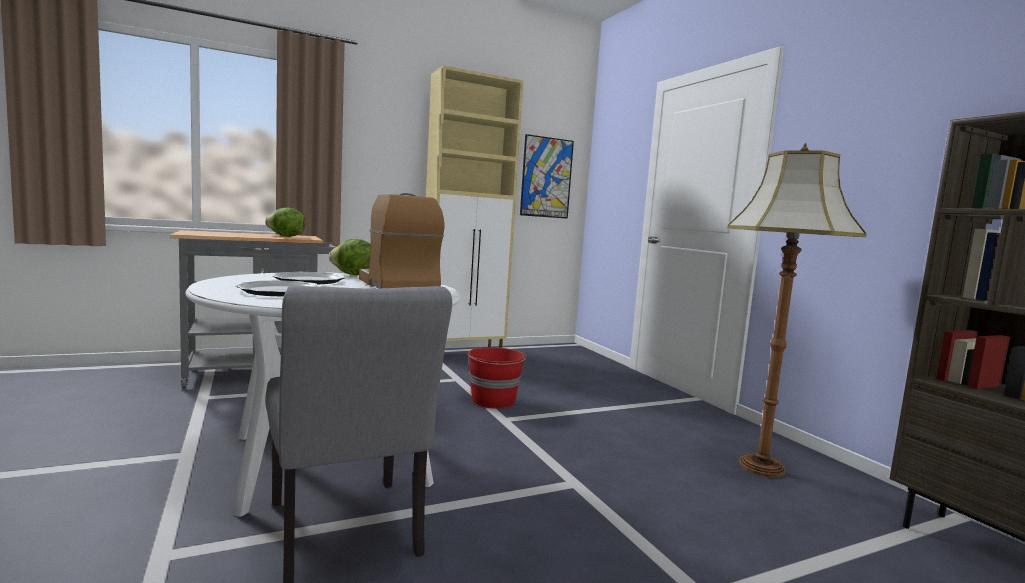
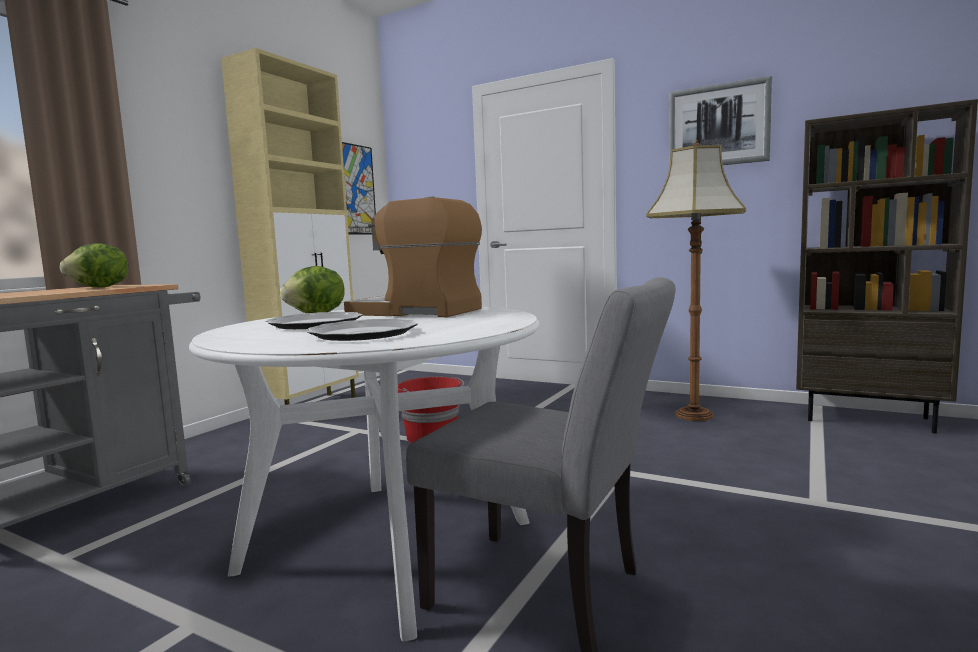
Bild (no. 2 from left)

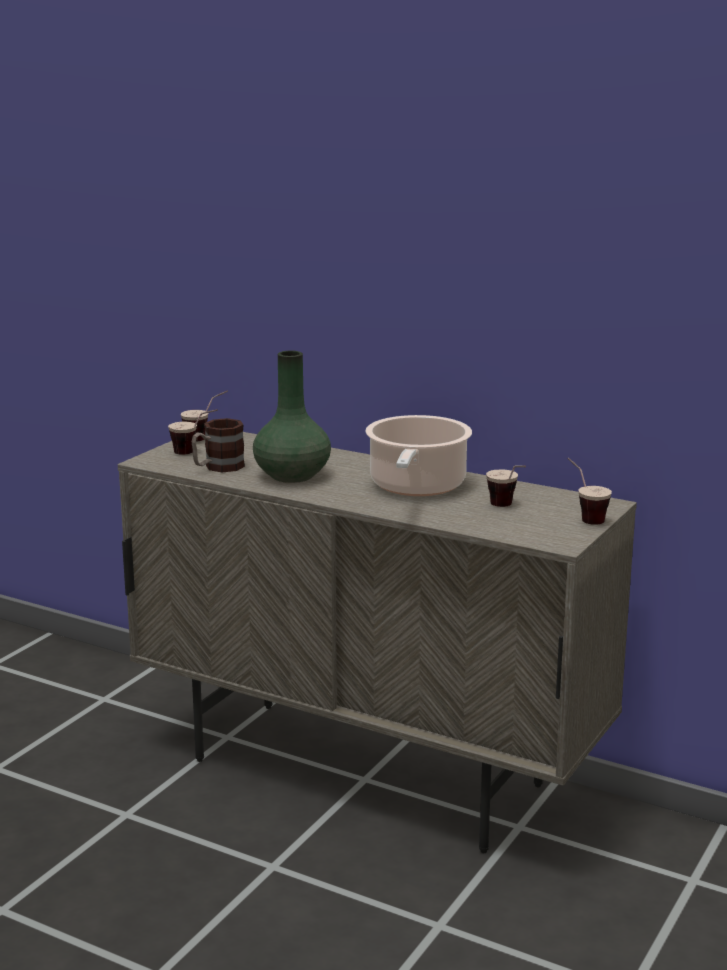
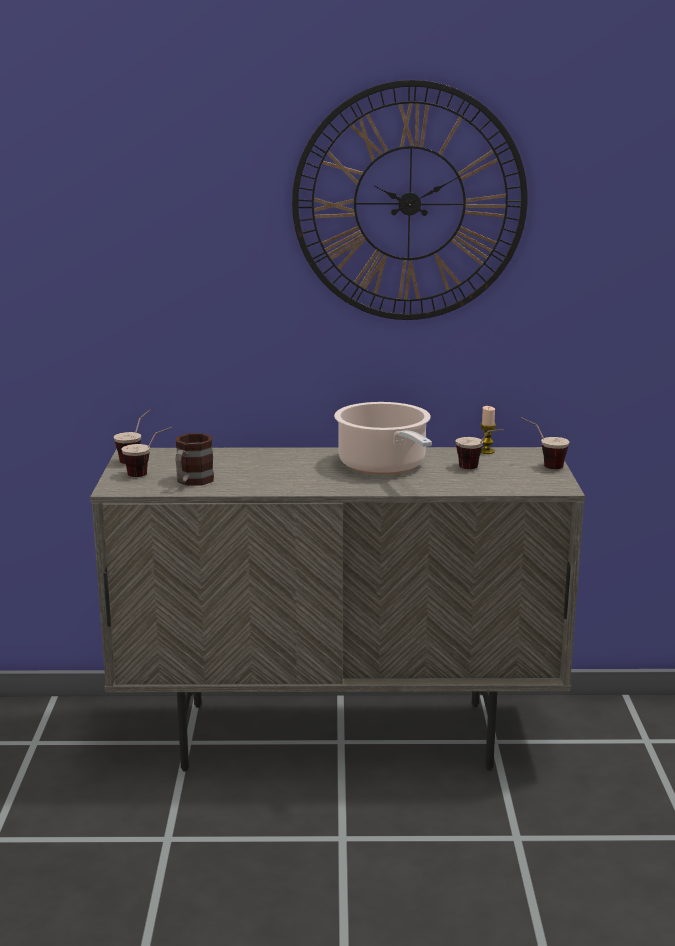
Vase (grün)
Wanduhr
Kerze

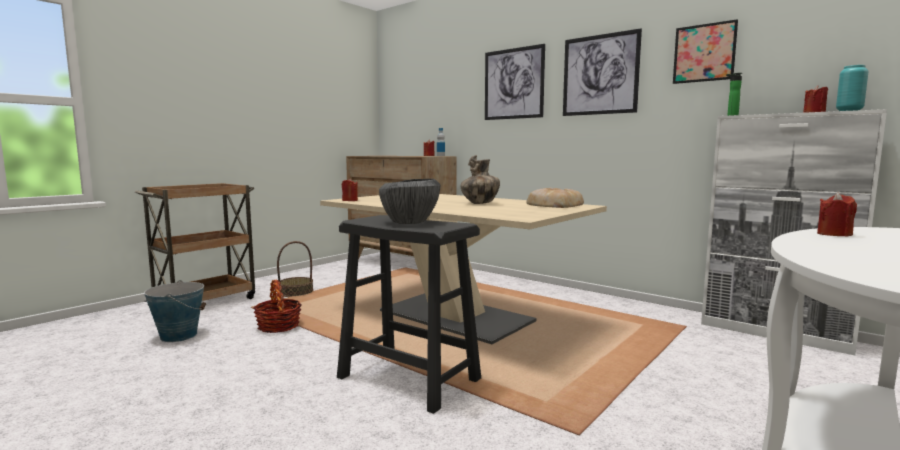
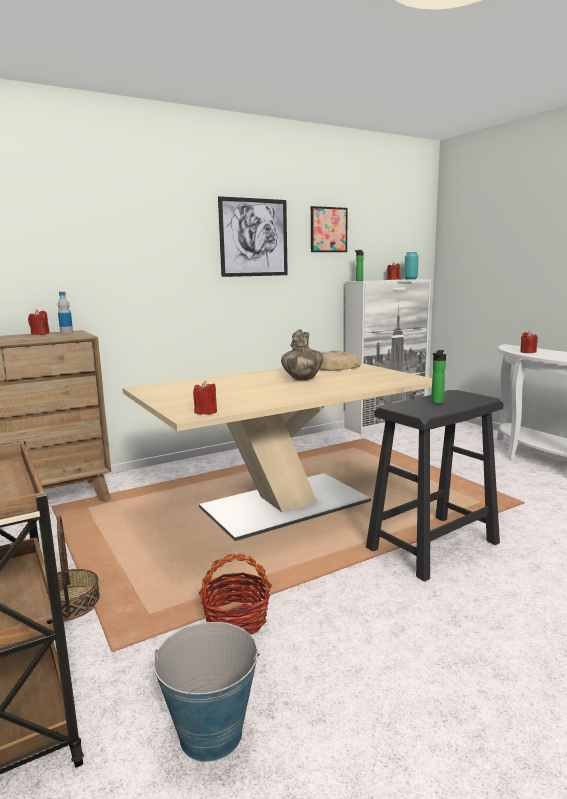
Bild (no. 1 from left in the first image)
Flasche (no. 3 from left)

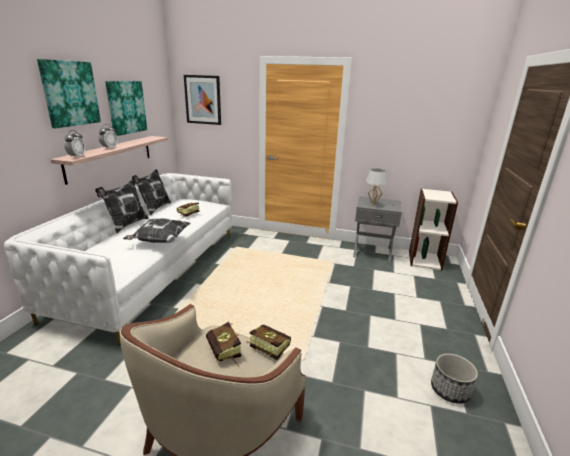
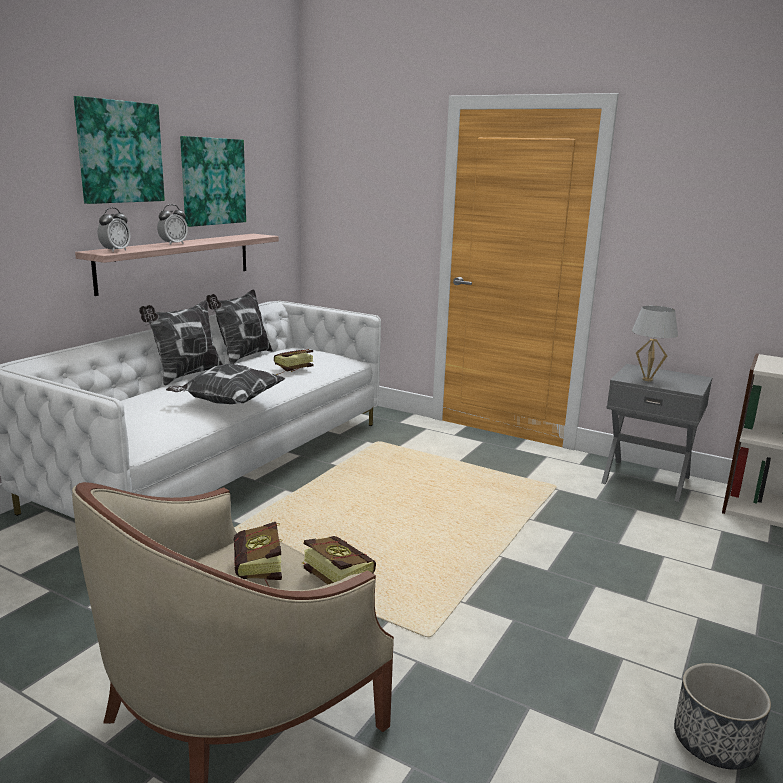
Bild (no. 3 from left in the first image)

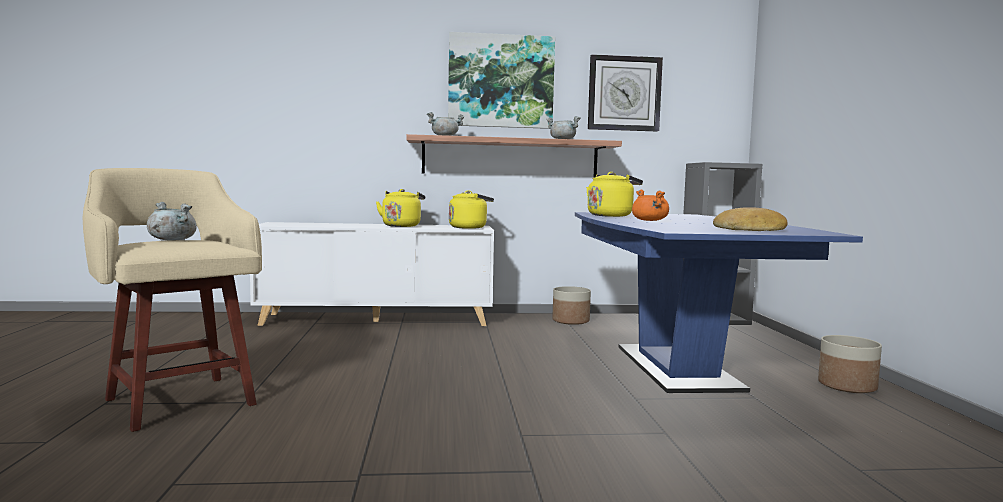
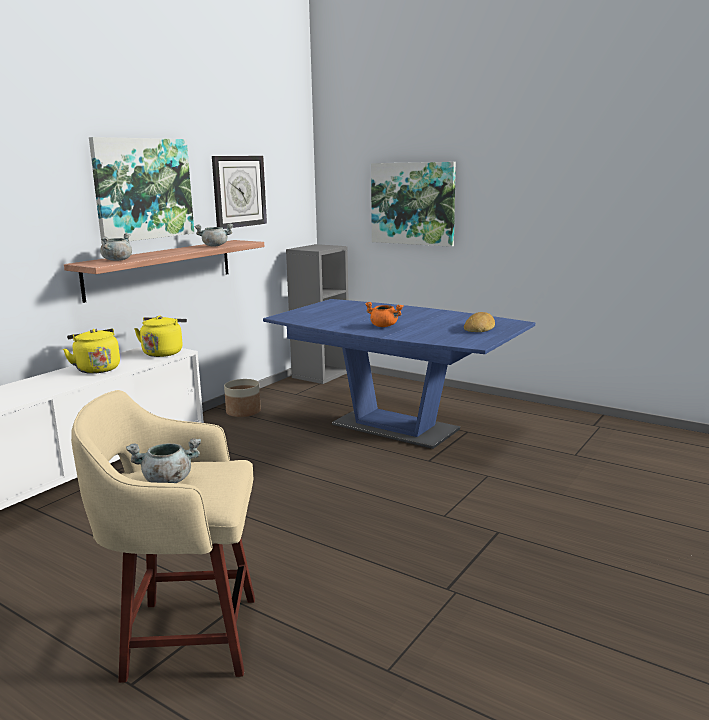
Wasserkessel (gelb) (no. 3 from left in the first image)
Pflanzkübel (no. 2 from left in the first image)
Bild (no. 2 from left)

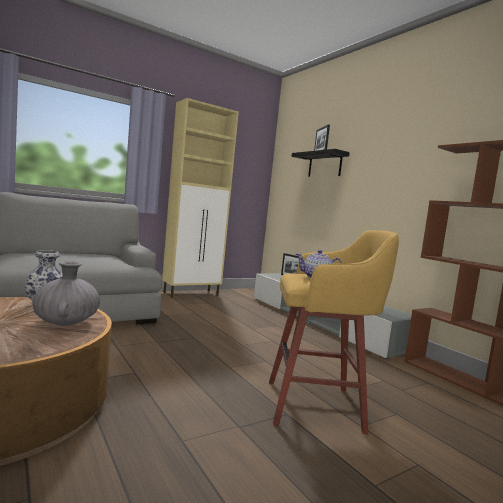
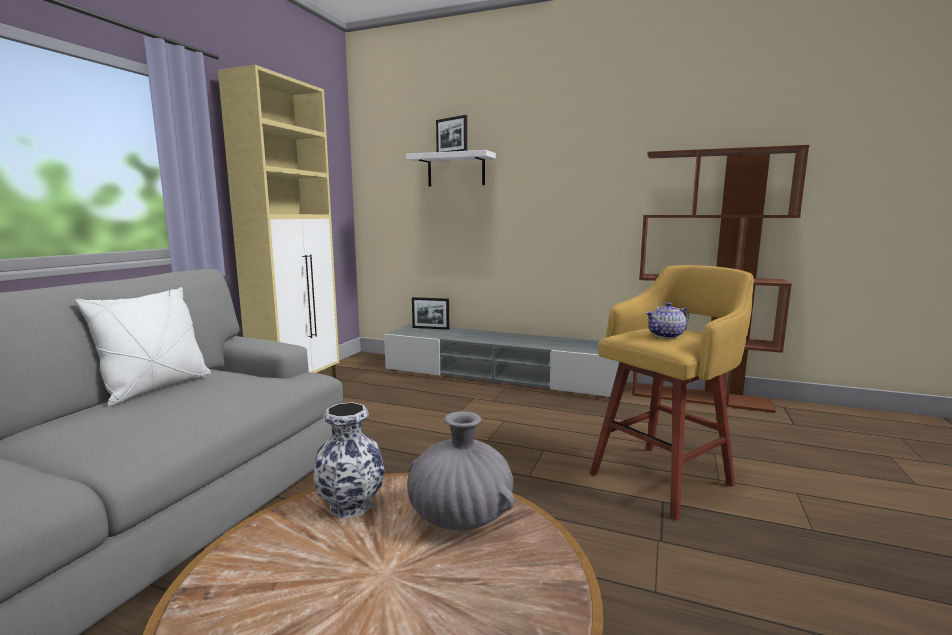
Wandregal (weiß)
Kissen (weiß)

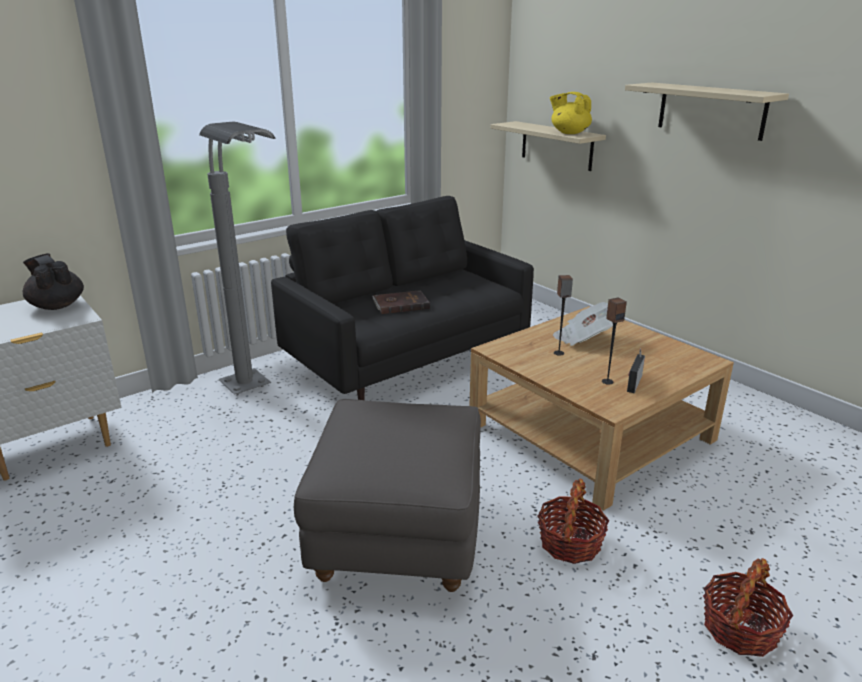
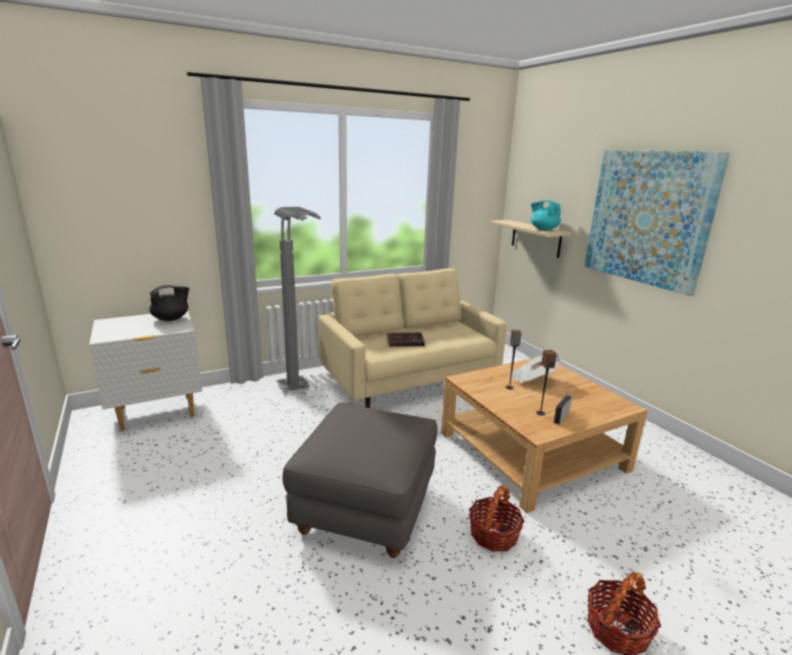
Bild
Teekanne (türkis)
Sofa (beige)
Teekanne (schwarz)

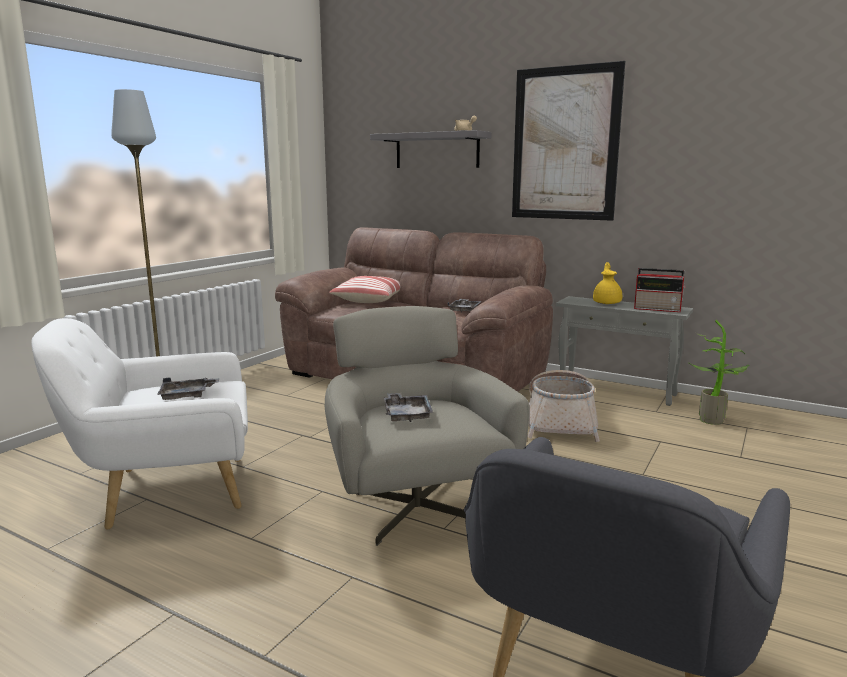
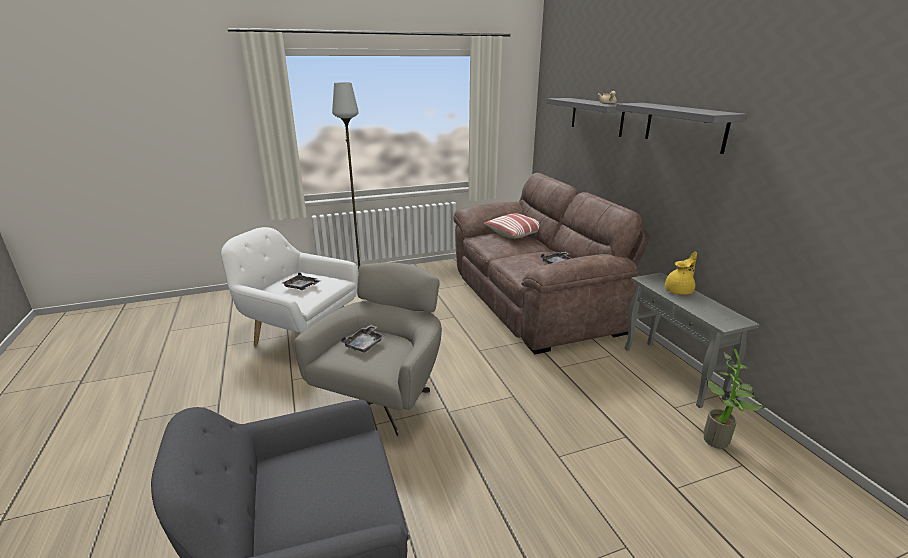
Wandregal (grau) (no. 2 from left)
Radio
Korb

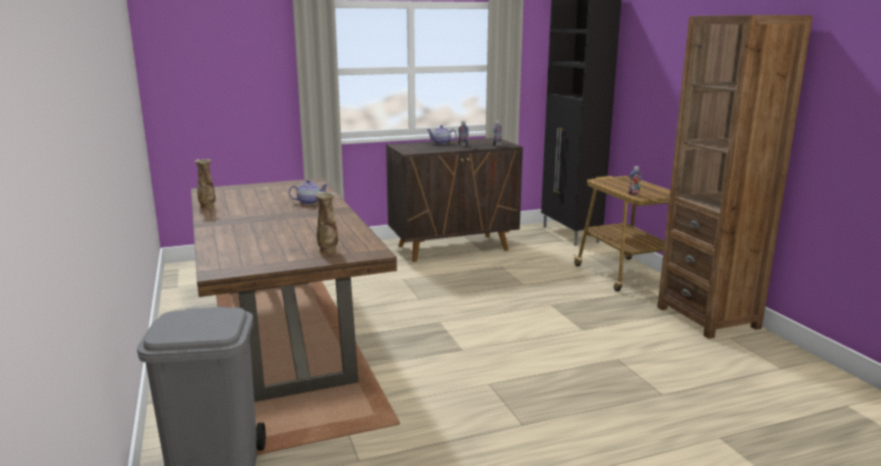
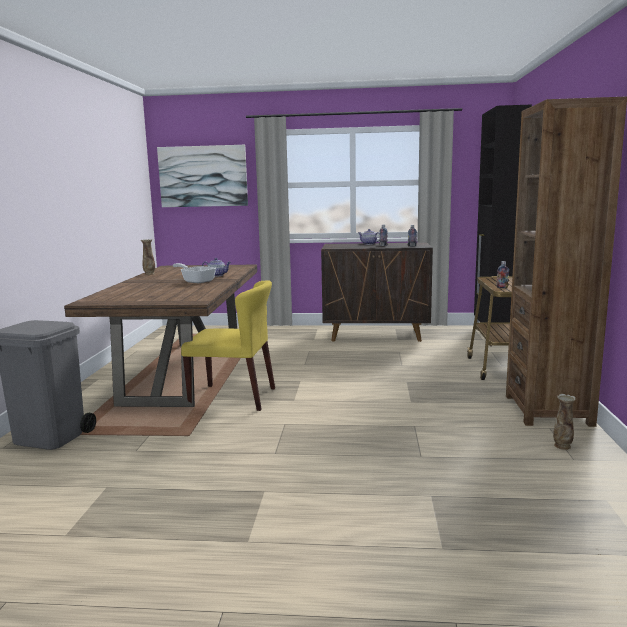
Vase (no. 2 from left)
Bild
Pfanne
Stuhl (gelb)

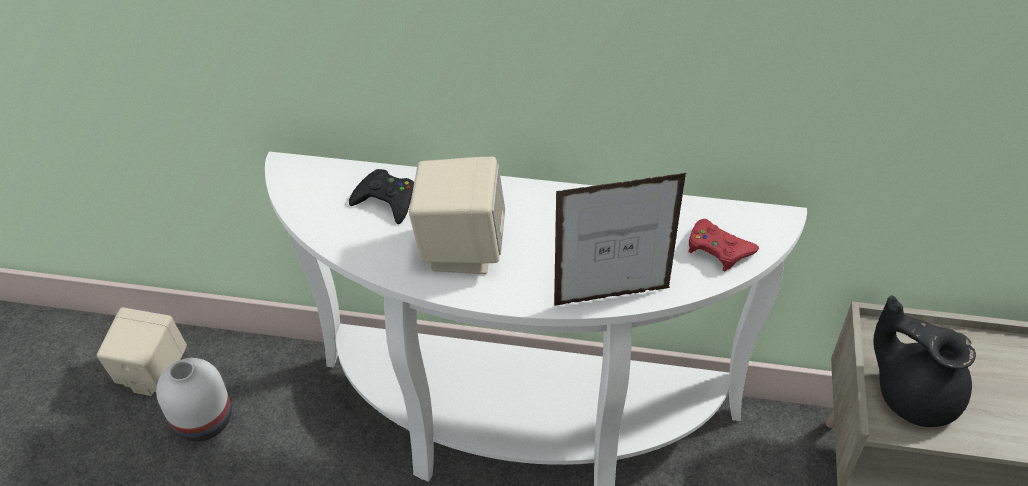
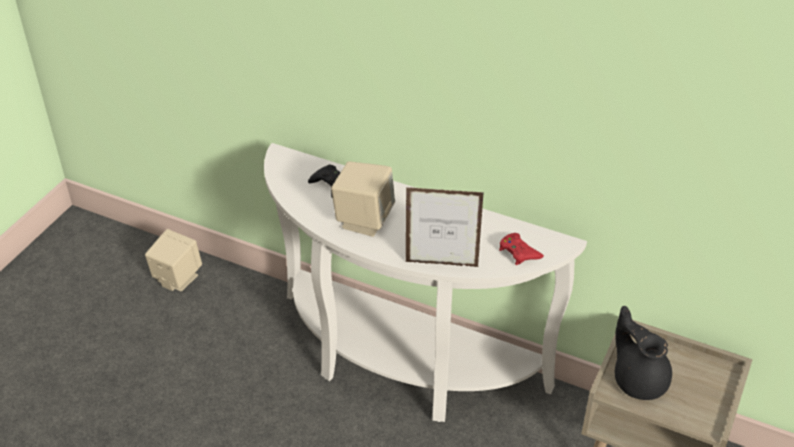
Vase (weiß)

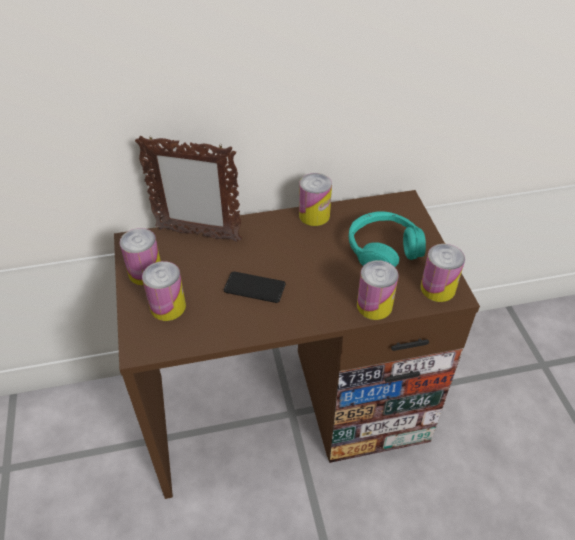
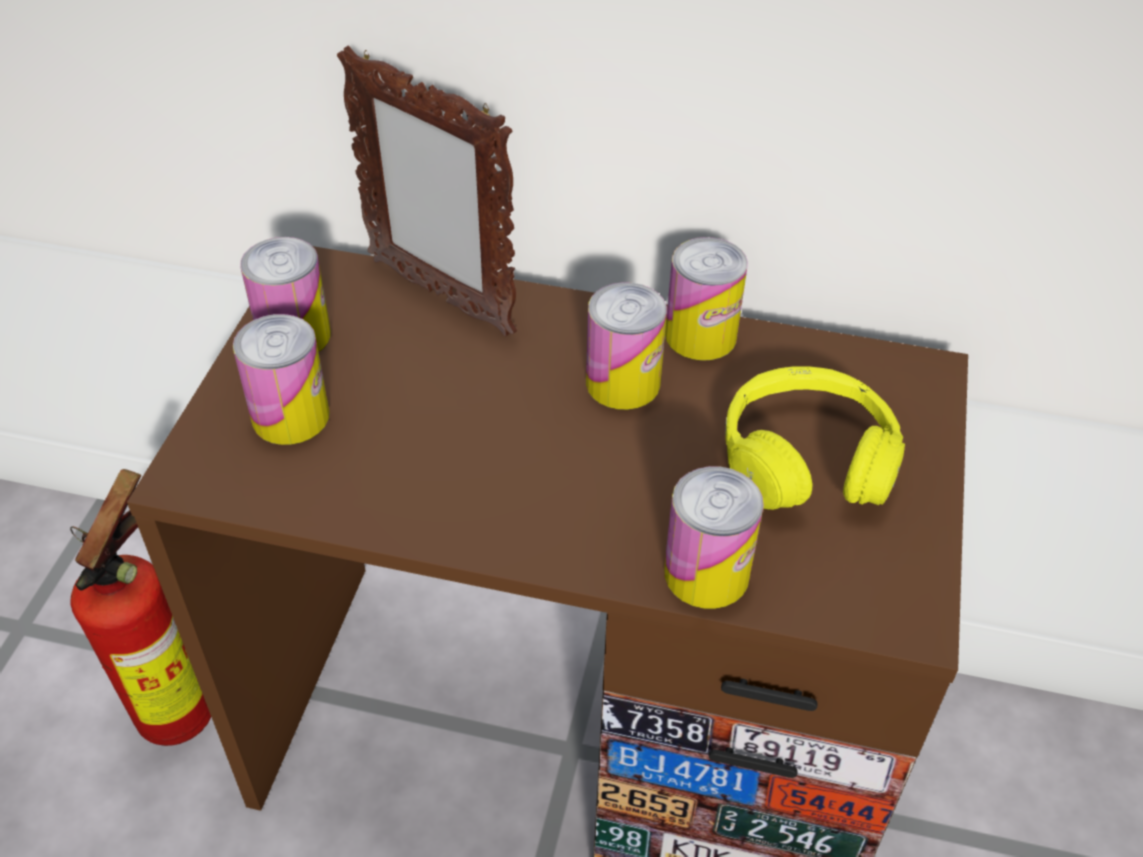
Kopfhörer (gelb)
Dose (no. 3 from left)
Handy
Feuerlöscher

